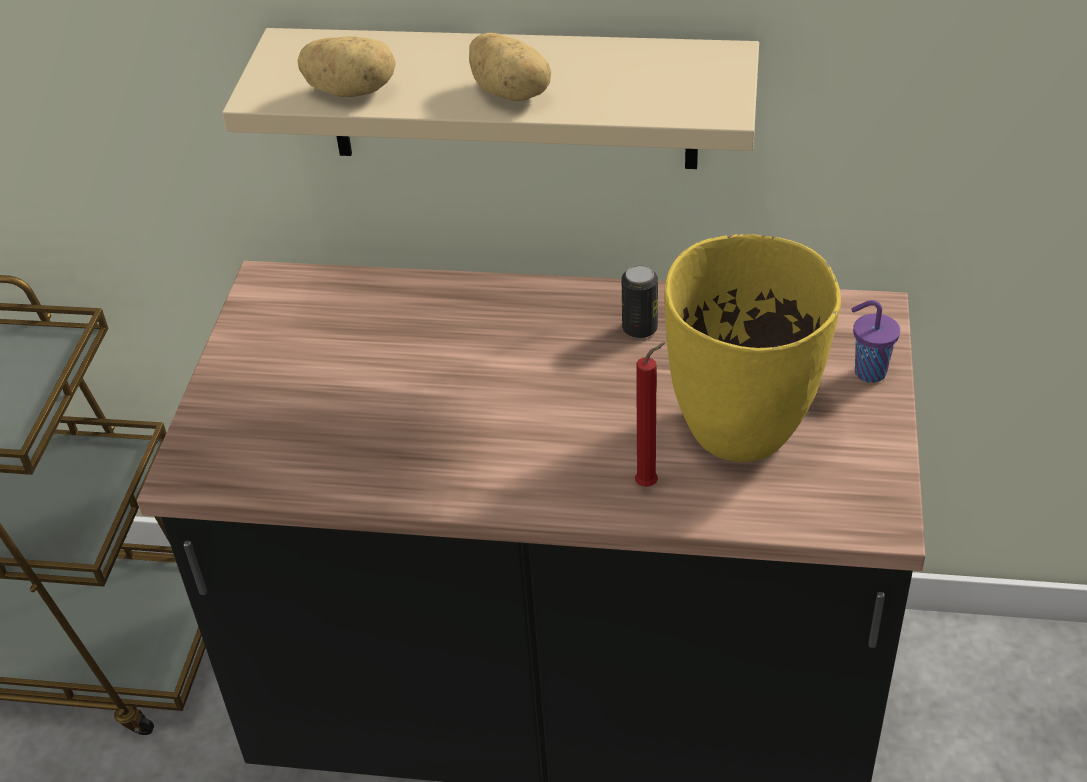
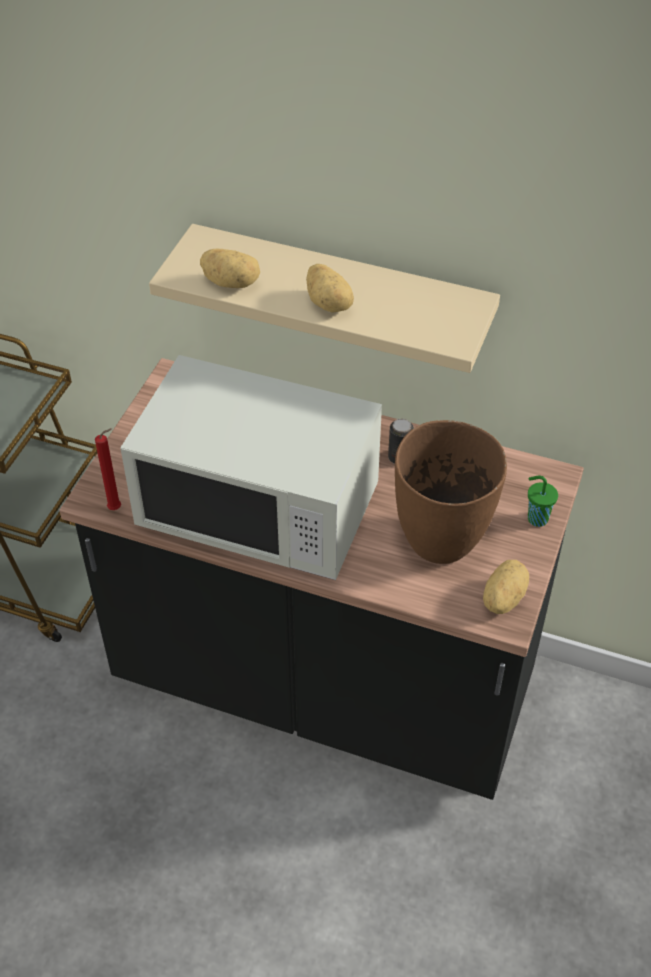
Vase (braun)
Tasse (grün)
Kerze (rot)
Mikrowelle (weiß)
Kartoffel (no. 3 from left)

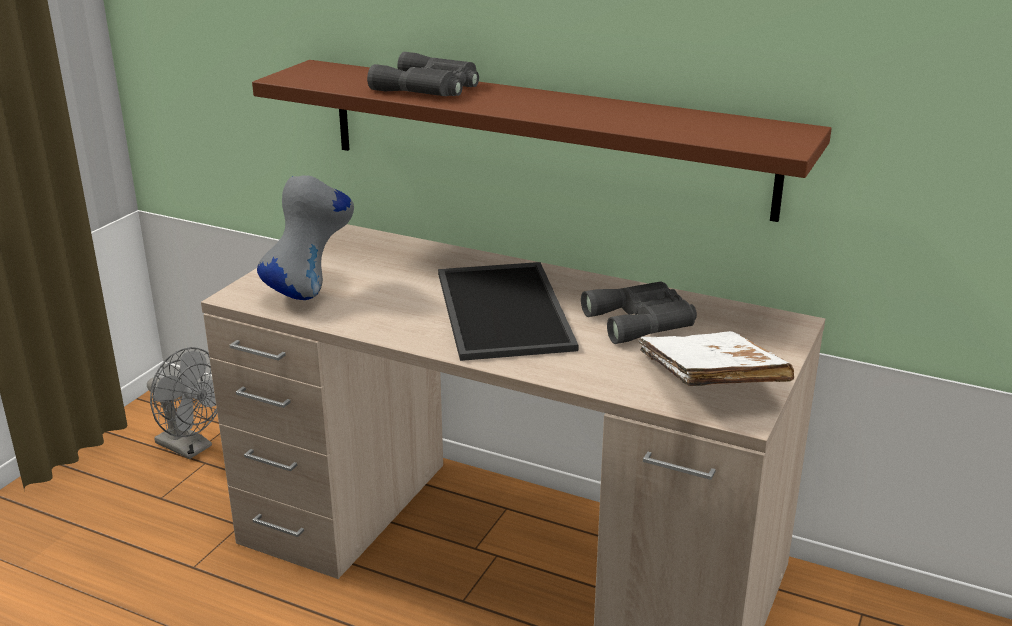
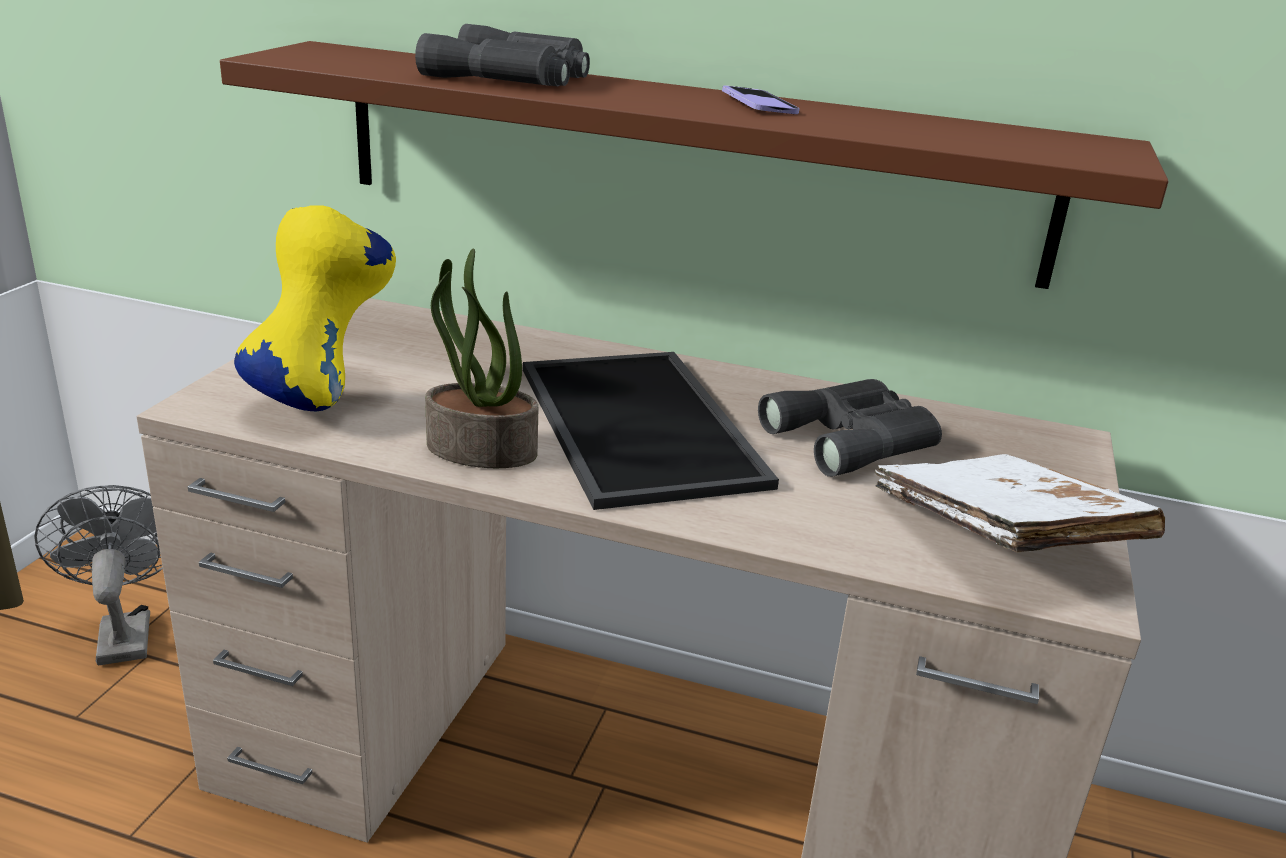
Vase (gelb)
Ventilator (grau)
Handy
Topfpflanze

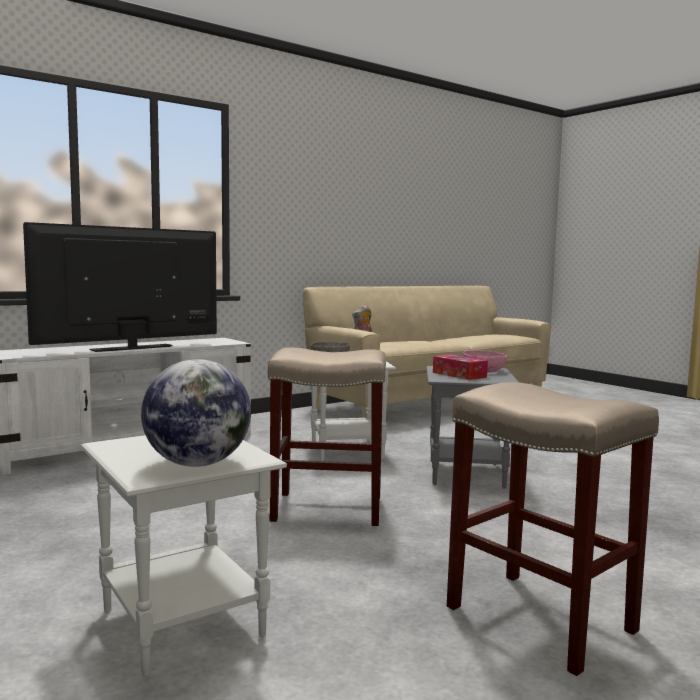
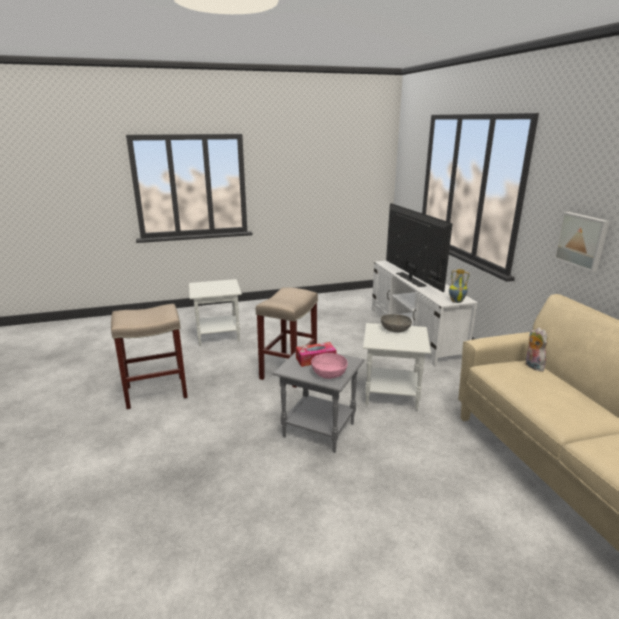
Globus
Bild
Vase

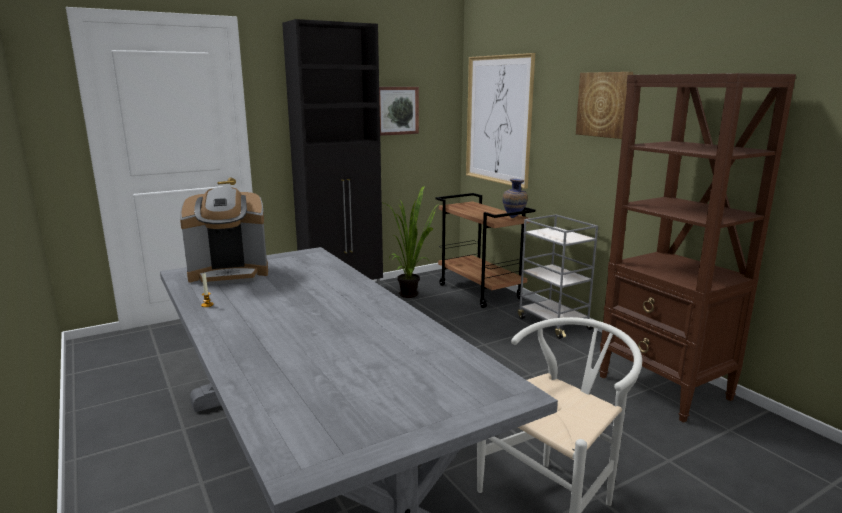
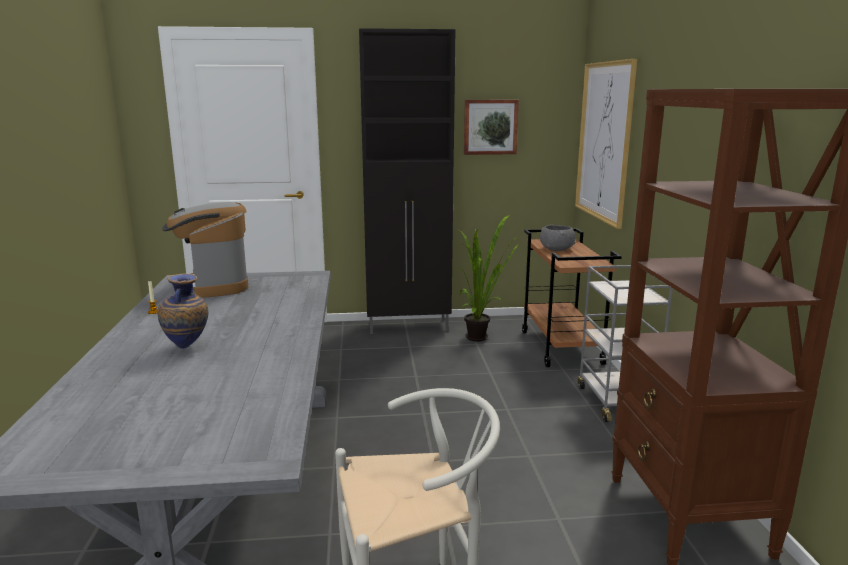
Bild (no. 3 from left in the first image)
Vase
Kaffeemaschine
Schüssel (grau)

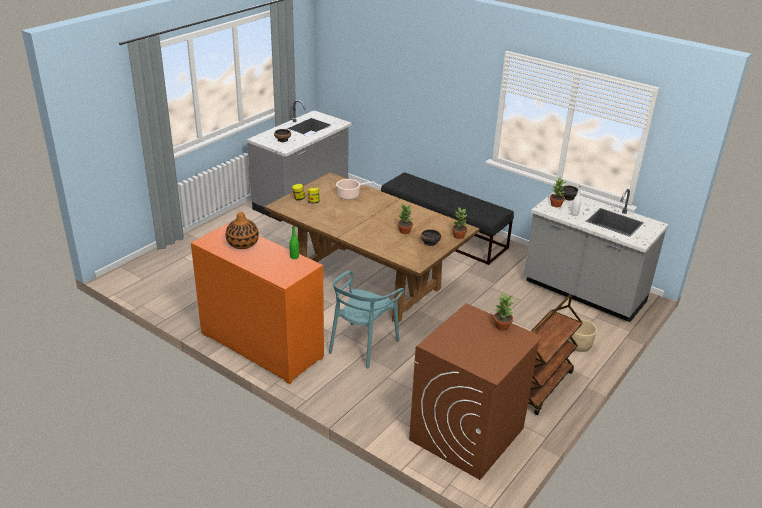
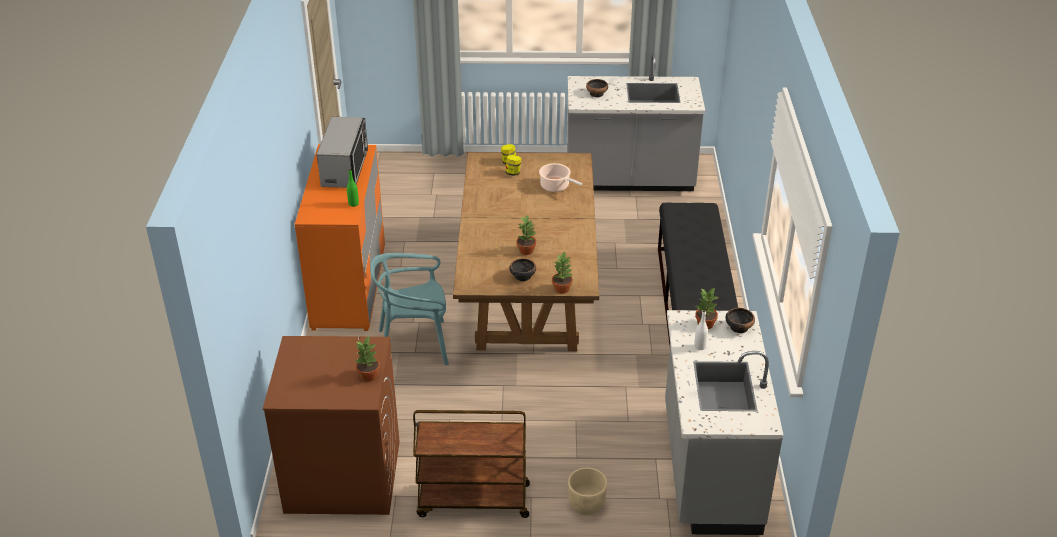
Mikrowelle

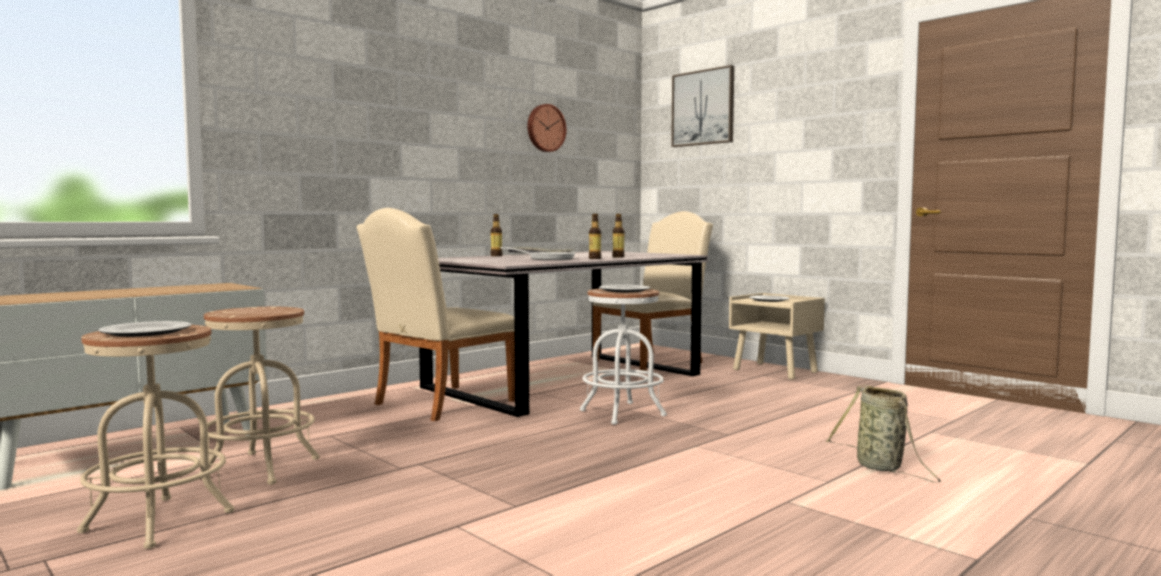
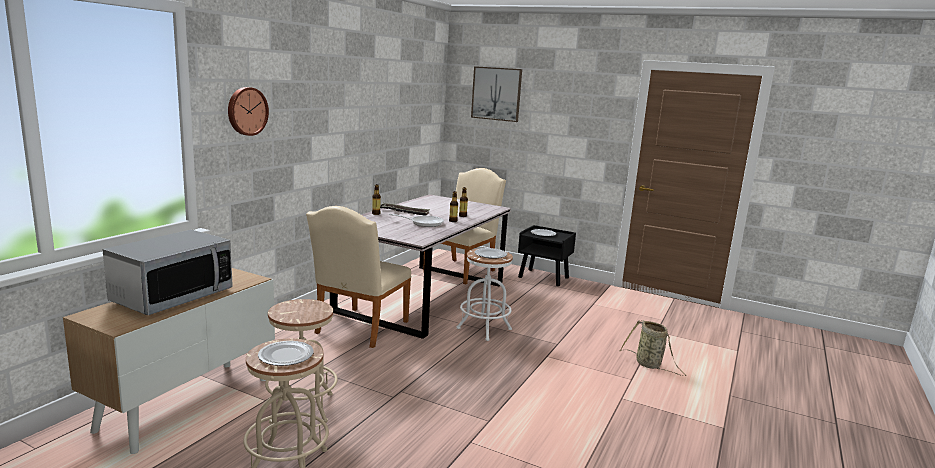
Wanduhr
Nachttisch (schwarz)
Mikrowelle

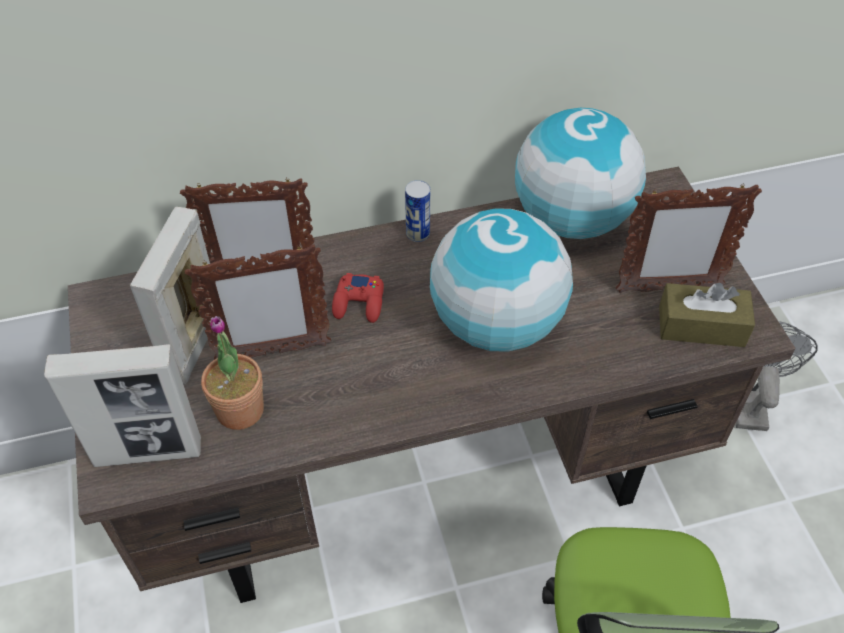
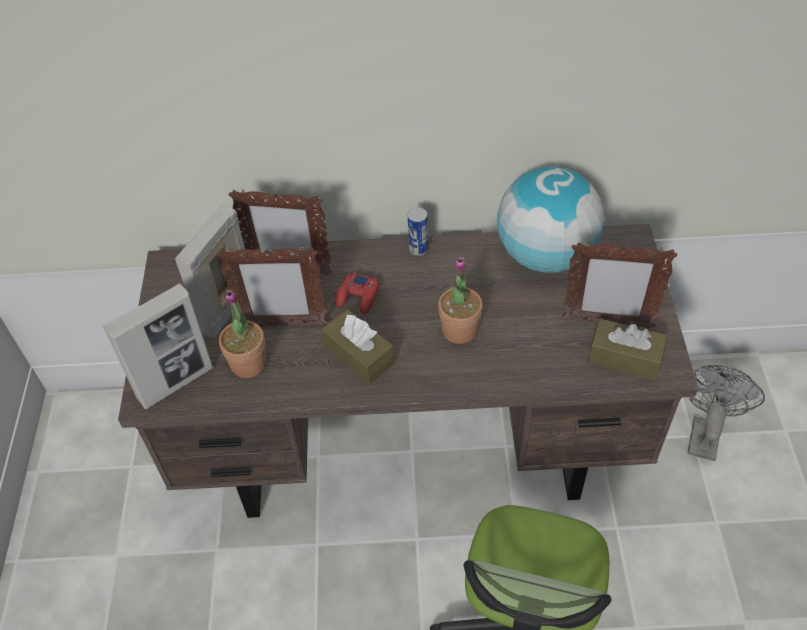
Topfpflanze (no. 2 from left)
Bilderrahmen (no. 1 from left)
Taschentuchbox (braun) (no. 1 from left)

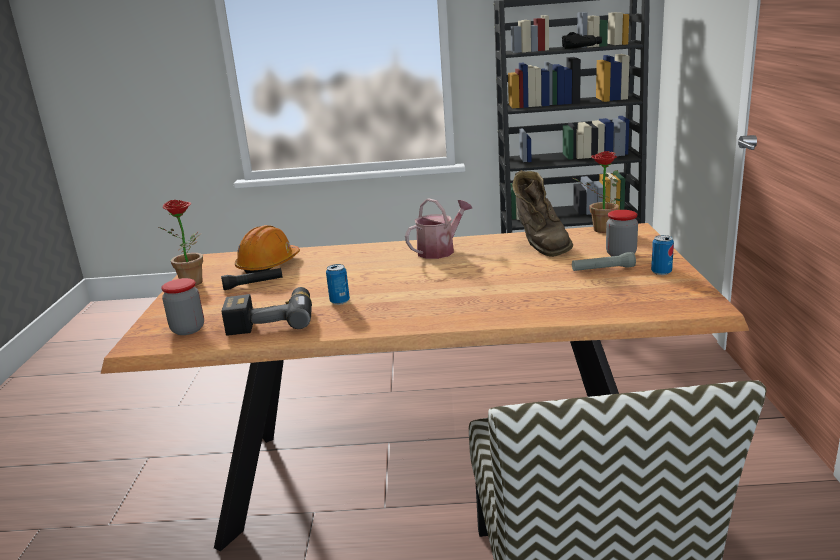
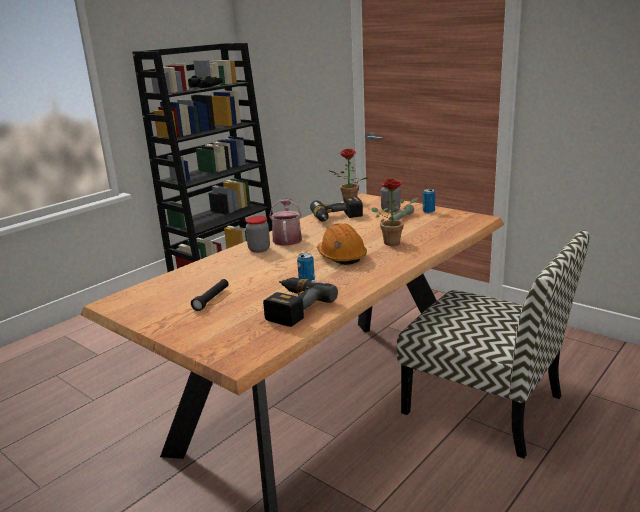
Bohrmaschine (no. 2 from left)
Topfpflanze (no. 2 from left)
Schutzhelm (orange)
Vorratsglas (no. 1 from left)

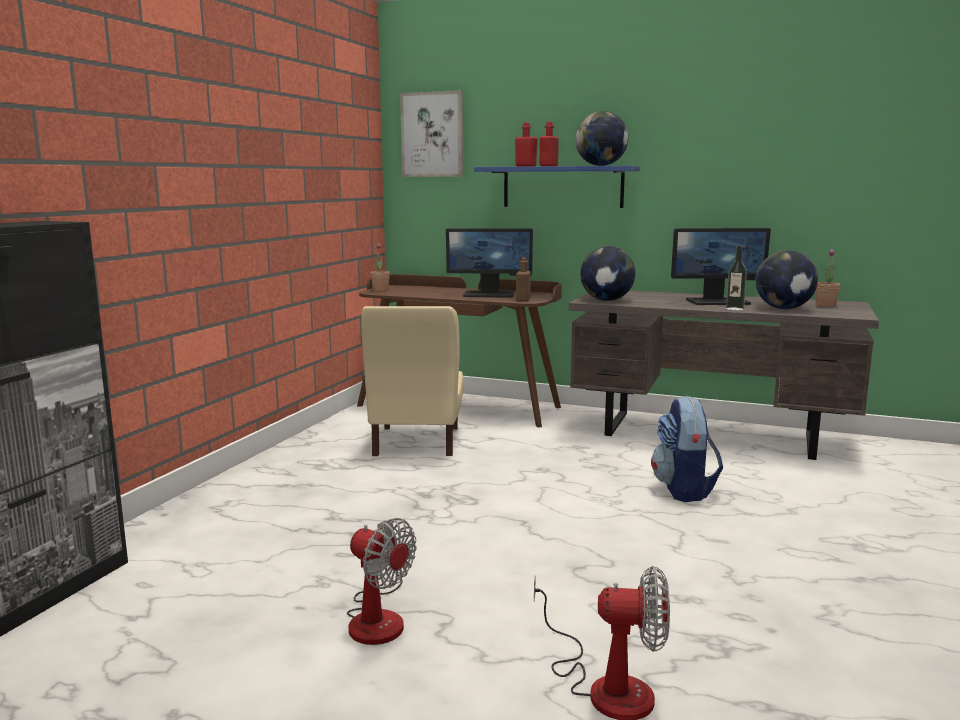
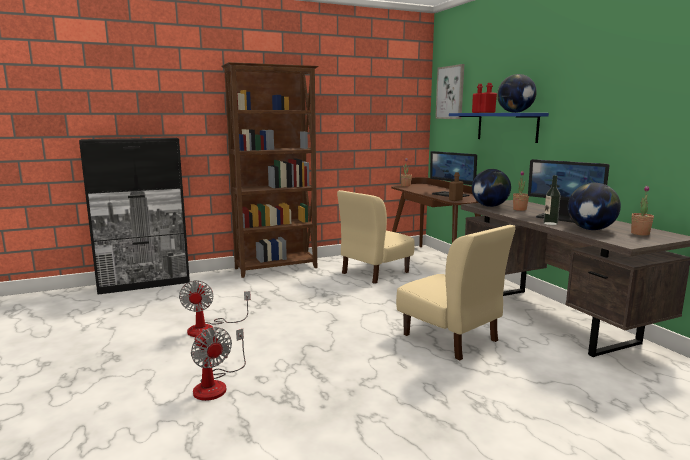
Stuhl (beige) (no. 2 from left)
Bücherregal (braun)
Topfpflanze (no. 2 from left)

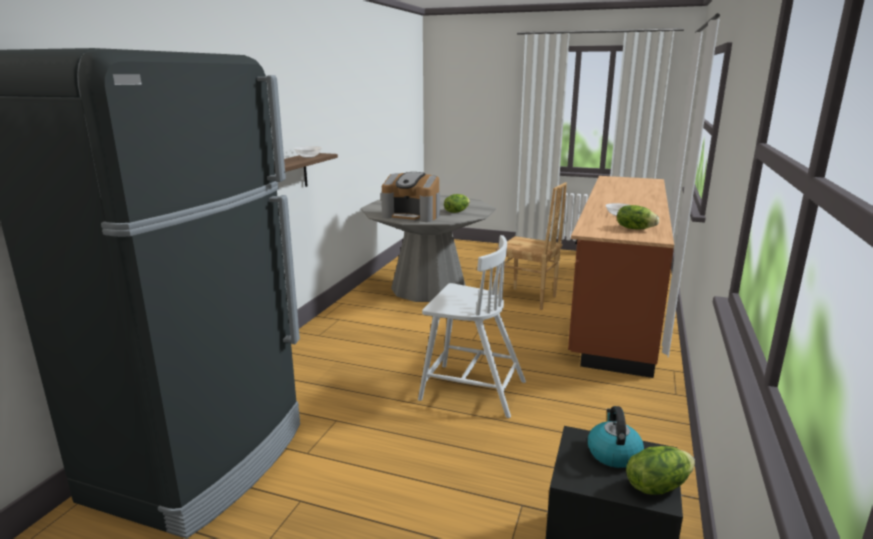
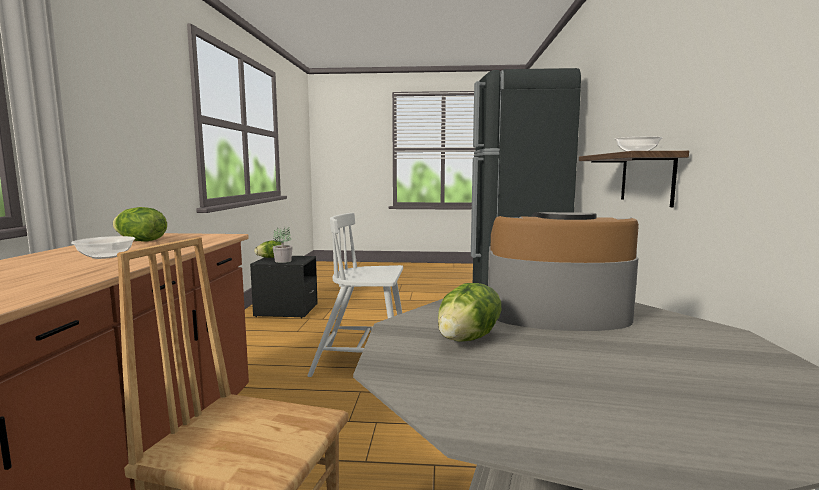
Topfpflanze

